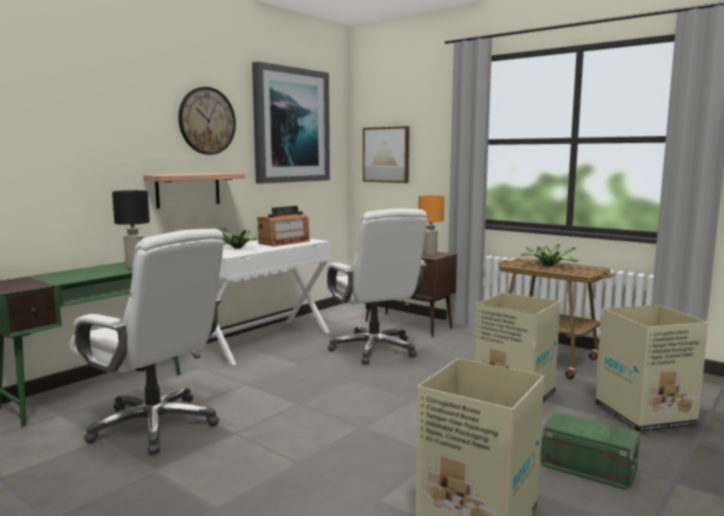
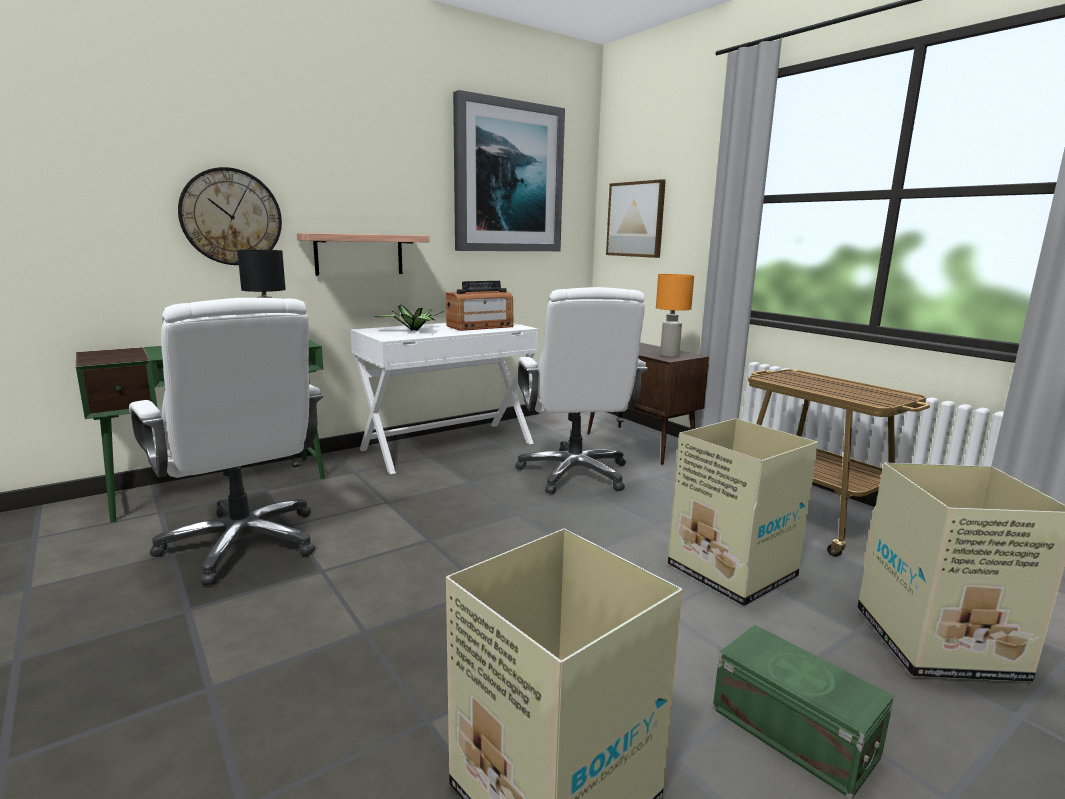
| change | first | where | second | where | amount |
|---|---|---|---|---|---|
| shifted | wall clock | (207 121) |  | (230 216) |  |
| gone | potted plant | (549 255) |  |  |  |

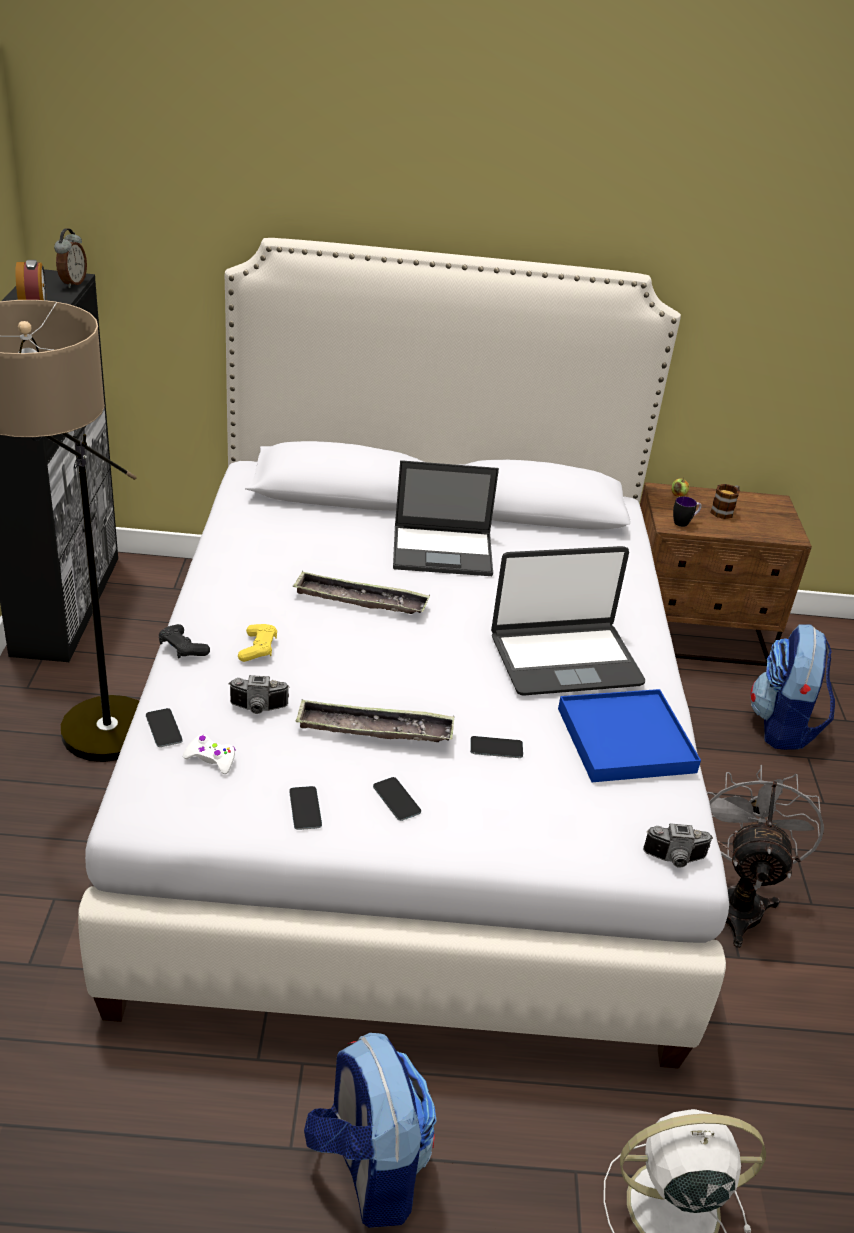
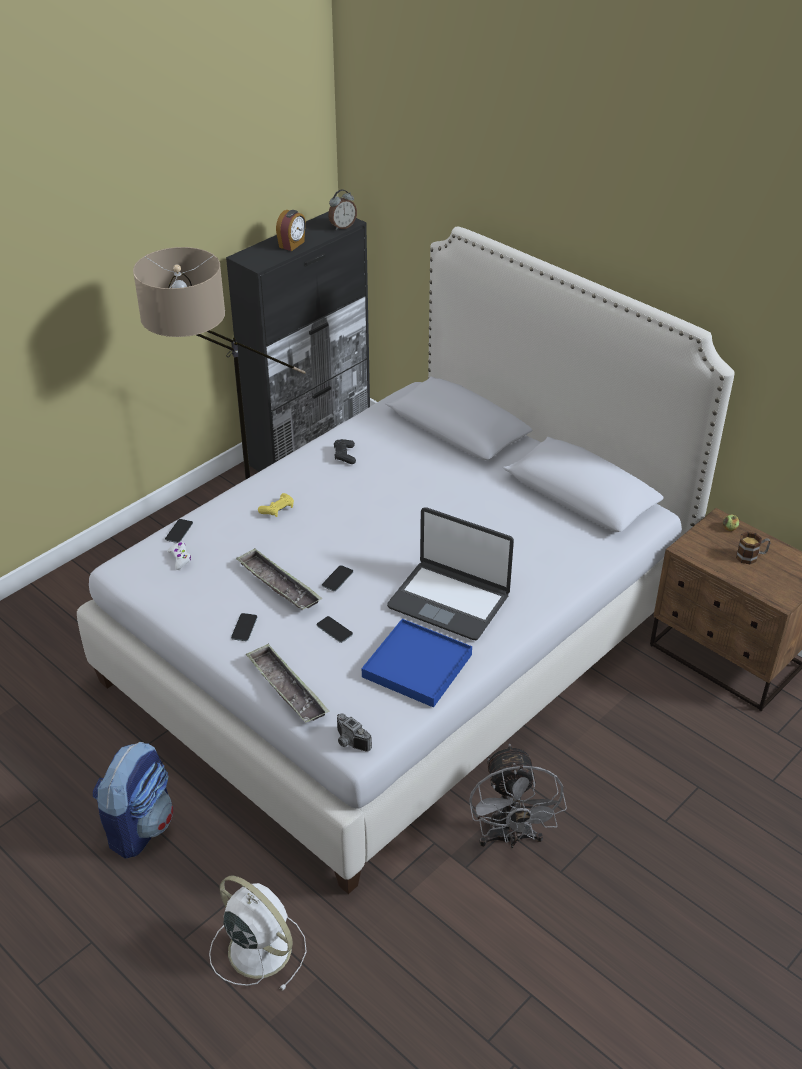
| change | first | where | second | where | amount |
|---|---|---|---|---|---|
| gone | laptop | (446 518) |  |  |  |
| gone | mug | (687 511) |  |  |  |
| shifted | tray | (361 592) |  | (288 683) |  |
| shifted | black game controller | (184 641) |  | (345 451) |  |
| gone | backpack | (792 687) |  |  |  |
| gone | photo camera | (259 694) |  |  |  |
| rotated | grey fan | (765 856) |  | (518 796) | 120 degrees clockwise |
| shifted | phone | (305 808) |  | (337 578) |  |

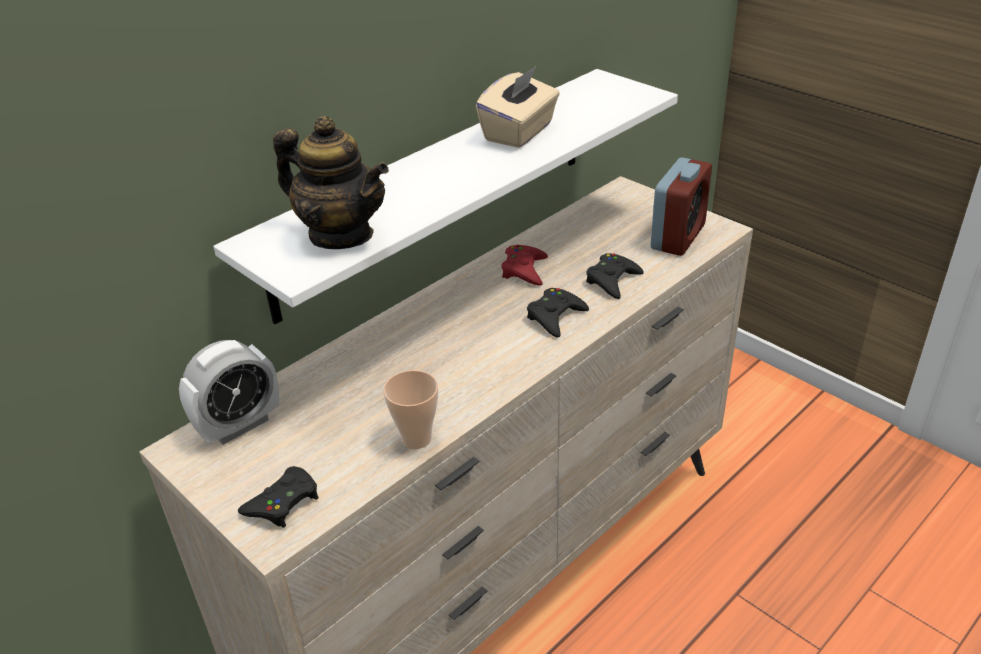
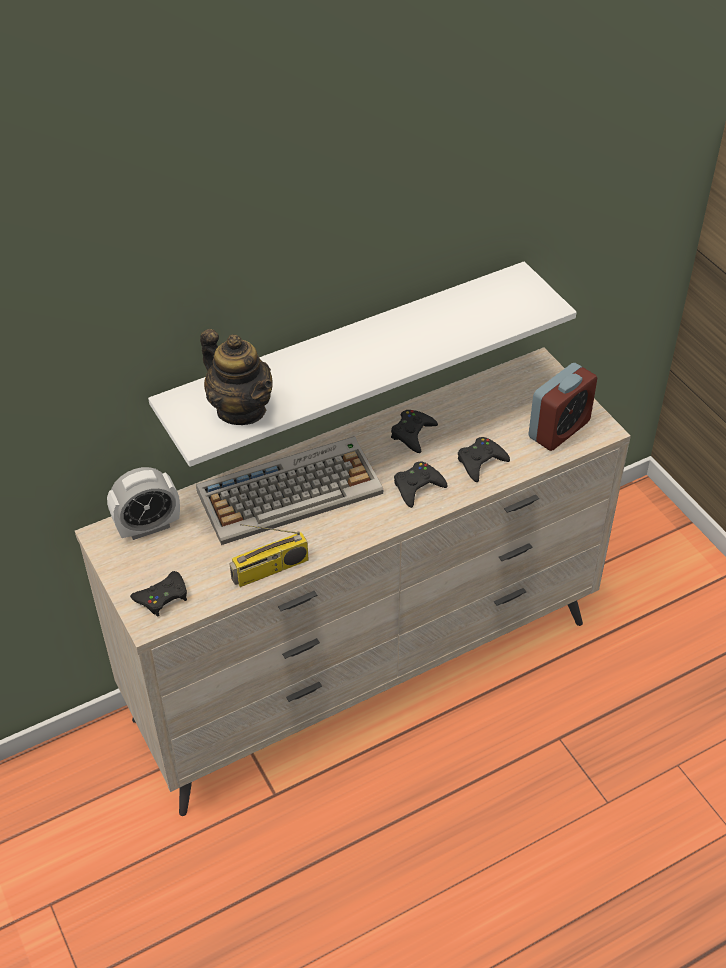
| change | first | where | second | where | amount |
|---|---|---|---|---|---|
| gone | beige tissue box | (518 107) |  |  |  |
| repainted | red game controller | (525 265) | black game controller | (414 431) |  |
| swapped | cup | (410 409) | radio | (269 555) |  |
| new |  |  | keyboard | (289 490) |  |

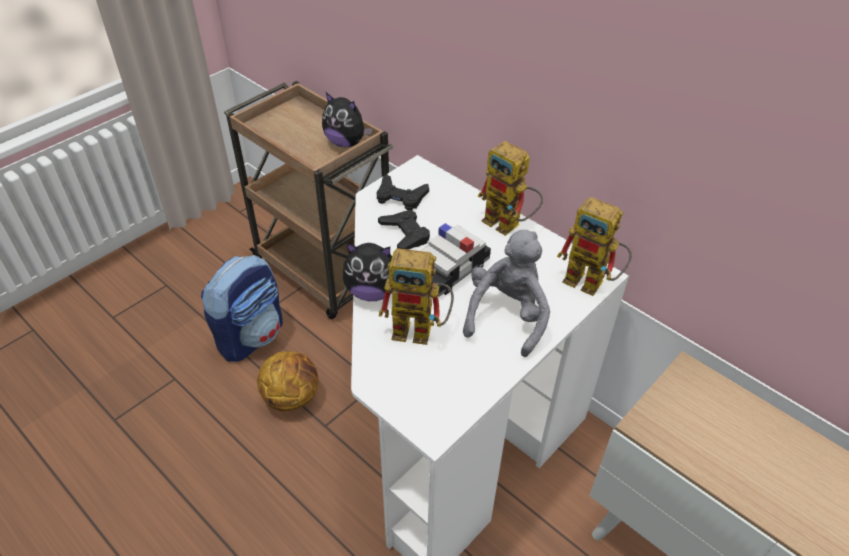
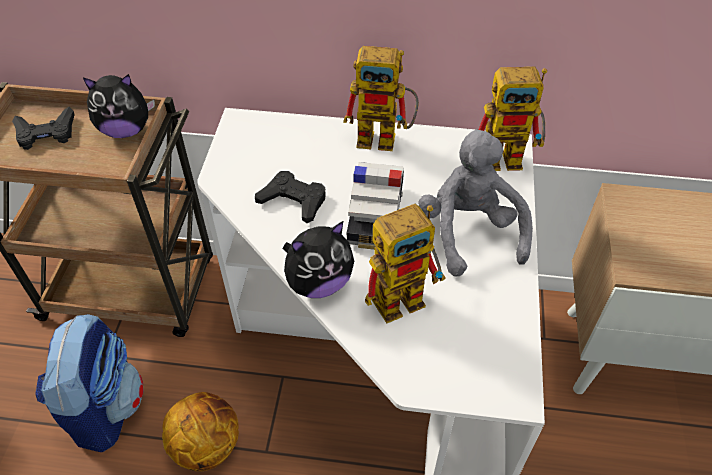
| change | first | where | second | where | amount |
|---|---|---|---|---|---|
| shifted | black game controller | (403 192) |  | (43 128) |  |

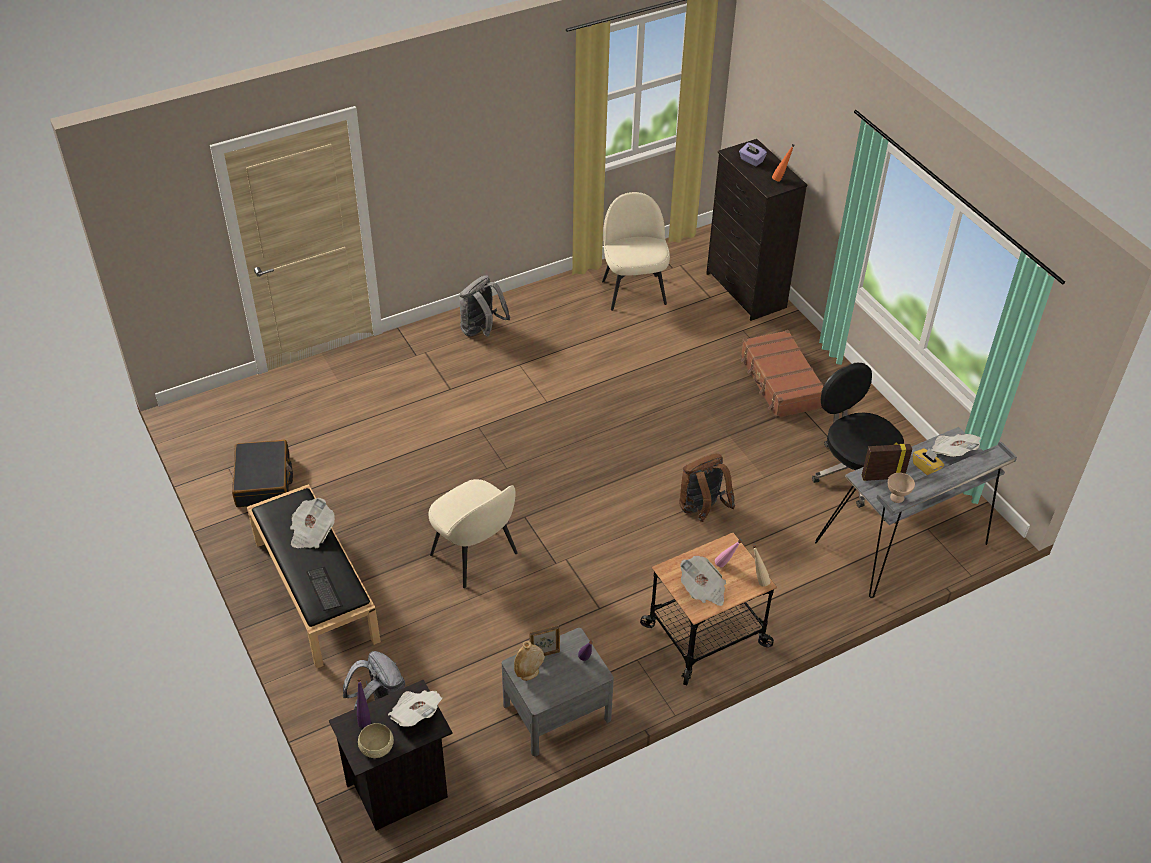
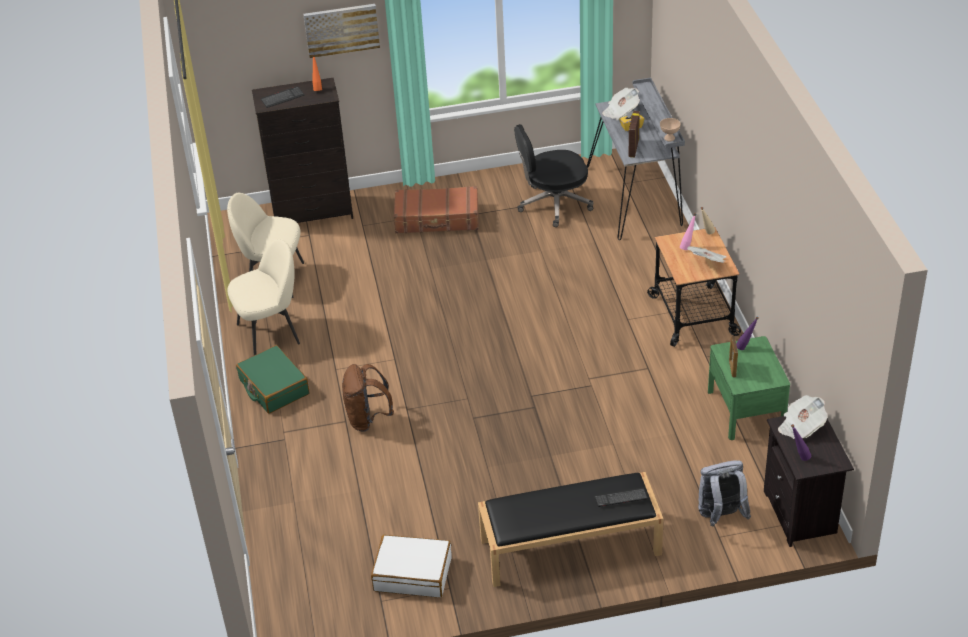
| change | first | where | second | where | amount |
|---|---|---|---|---|---|
| swapped | purple tissue box | (753 154) | keyboard | (282 97) |  |
| swapped | grey backpack | (484 306) | green suitcase | (272 379) |  |
| repainted | black suitcase | (262 473) | white suitcase | (411 566) |  |
| shifted | brown backpack | (707 488) |  | (368 397) |  |
| shifted | beige chair | (473 533) |  | (264 297) |  |
| gone | newspaper | (312 523) |  |  |  |
| repainted | grey nightstand | (558 692) | green nightstand | (749 388) |  |
| gone | beige vase | (529 661) |  |  |  |
| gone | beige bowl | (376 740) |  |  |  |
| new |  |  | picture | (341 31) |  |

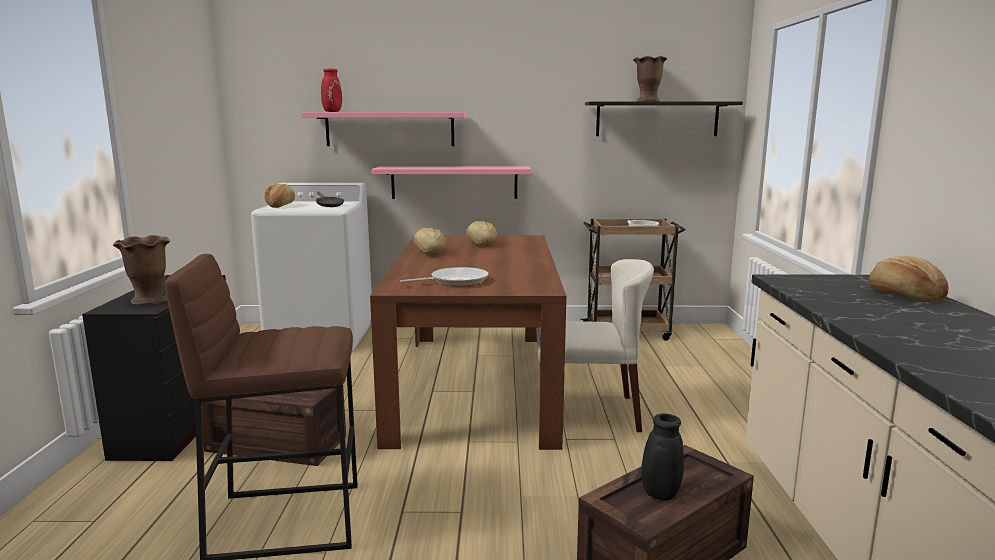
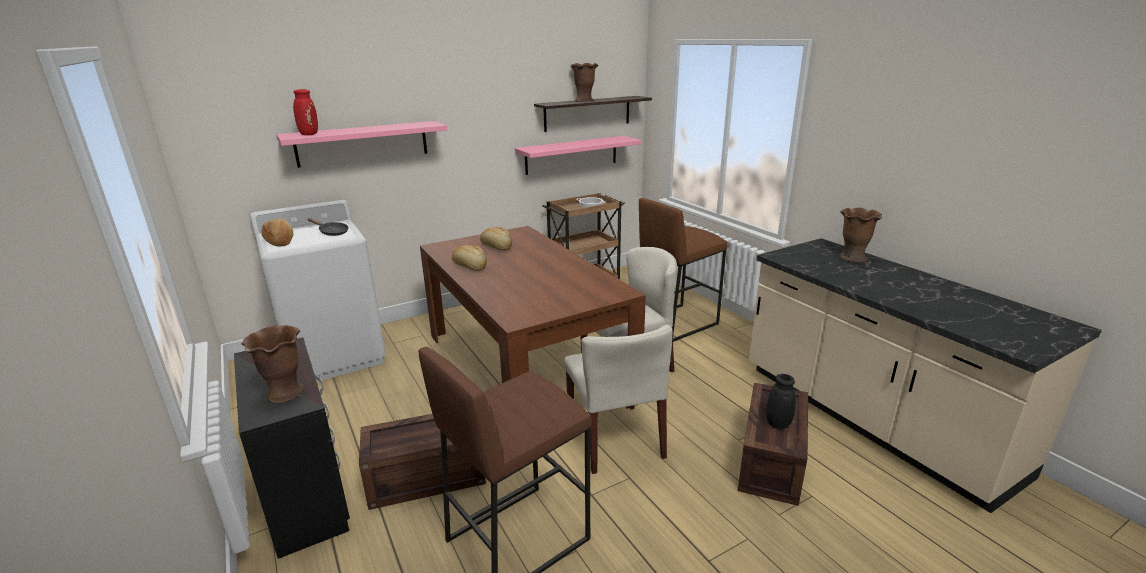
| change | first | where | second | where | amount |
|---|---|---|---|---|---|
| shifted | pink shelf | (451 182) |  | (578 155) |  |
| swapped | bread | (908 279) | brown vase | (860 235) |  |
| gone | frying pan | (444 276) |  |  |  |
| new |  |  | brown stool | (683 270) |  |
| new |  |  | beige chair | (618 399) |  |

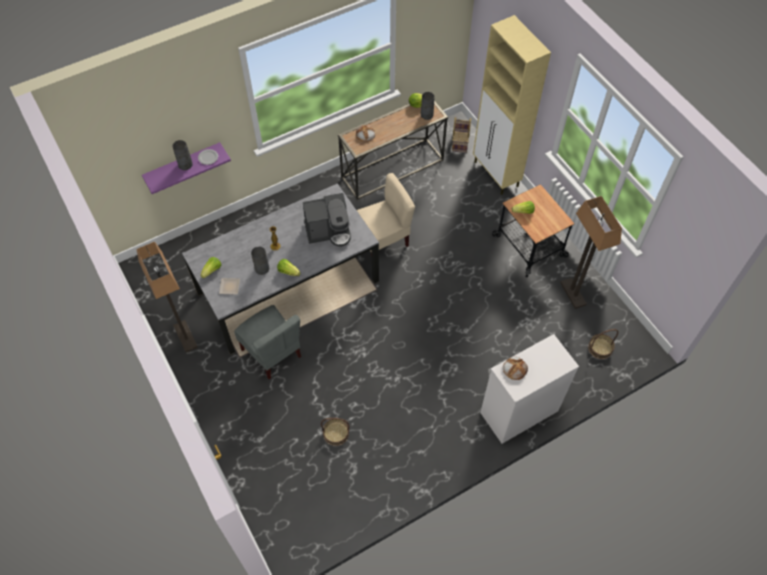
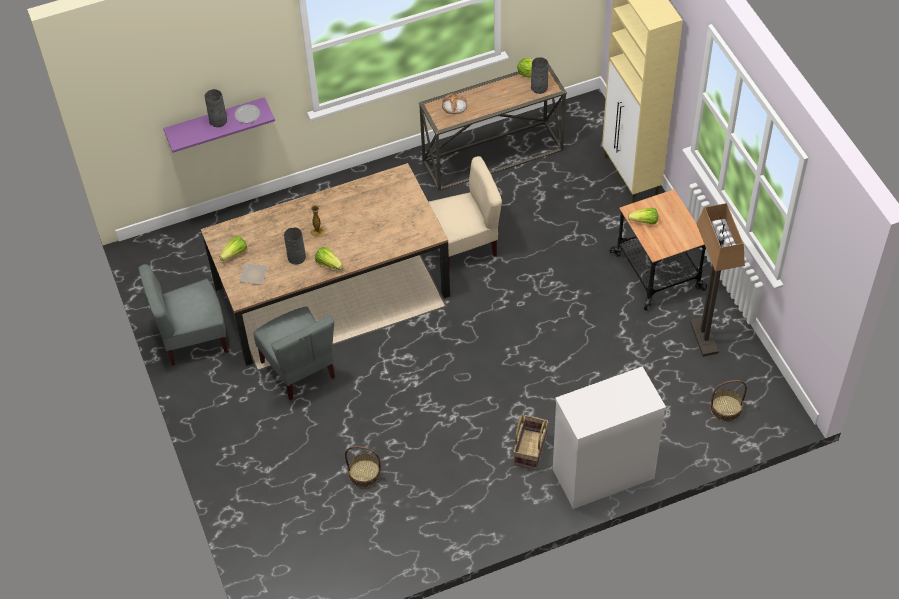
| change | first | where | second | where | amount |
|---|---|---|---|---|---|
| shifted | basket | (461 135) |  | (531 442) |  |
| repainted | grey dining table | (280 269) | brown dining table | (325 264) |  |
| gone | coffee machine | (327 220) |  |  |  |
| swapped | floor lamp | (167 297) | grey chair | (183 315) |  |
| gone | bread | (515 368) |  |  |  |

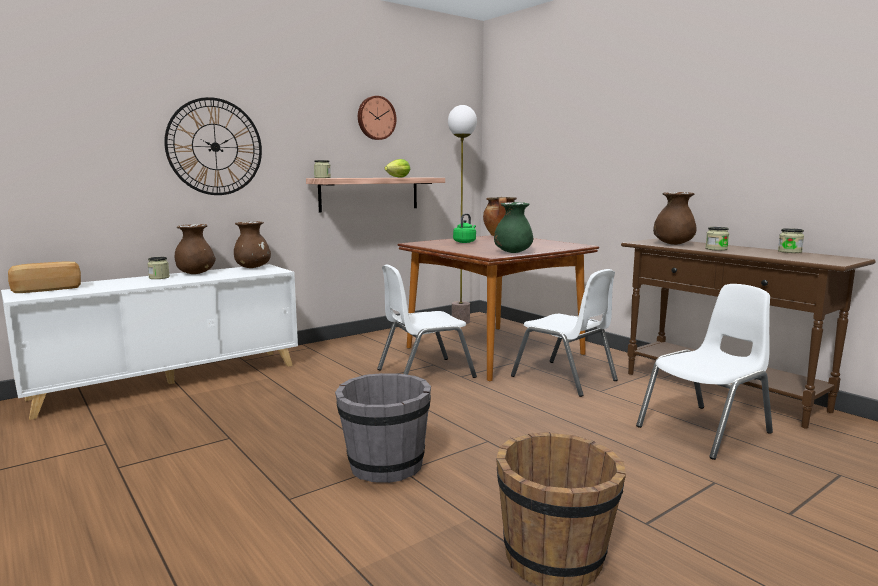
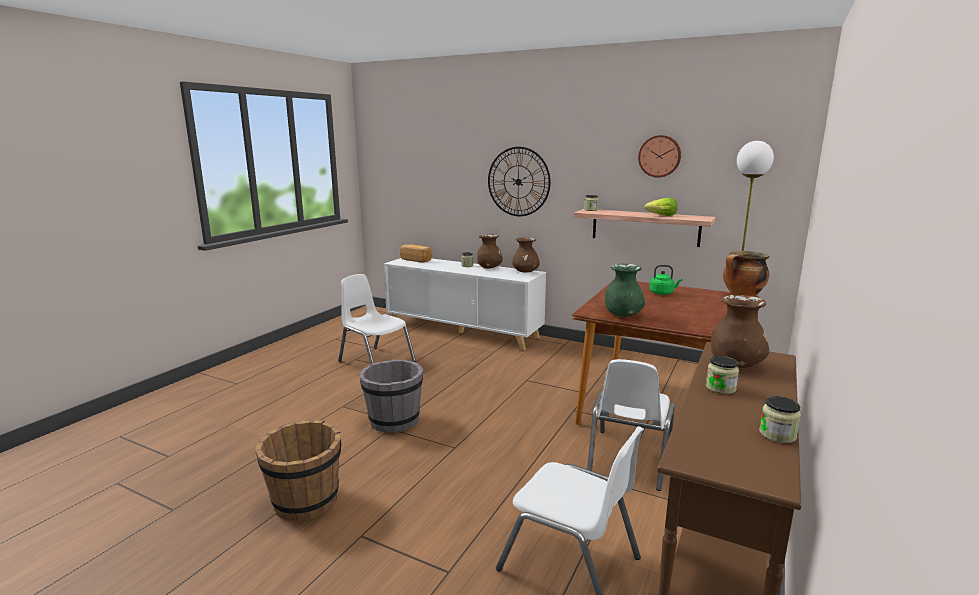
| change | first | where | second | where | amount |
|---|---|---|---|---|---|
| shifted | white chair | (427 321) |  | (377 319) |  |

